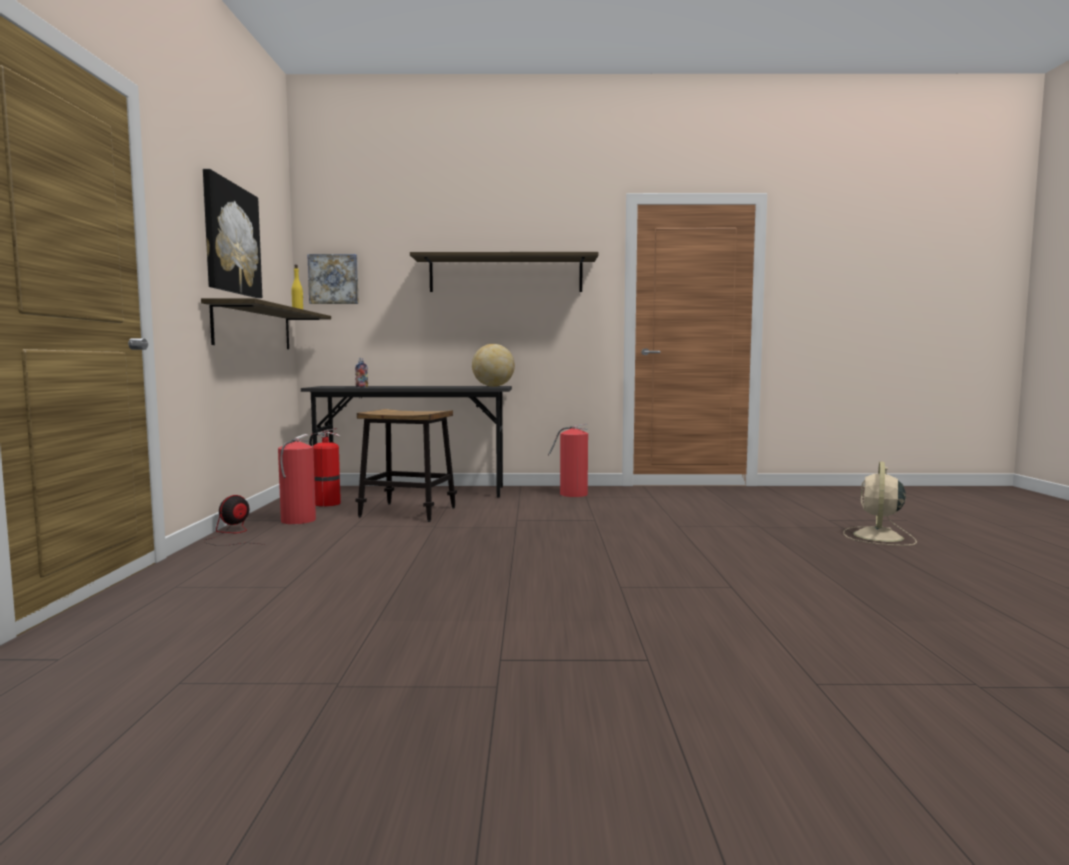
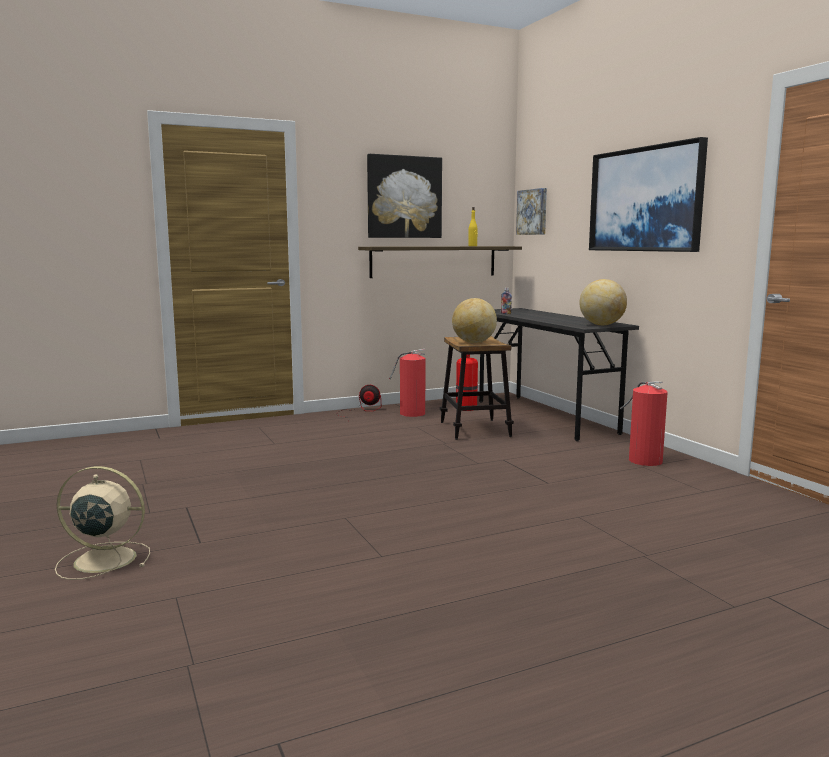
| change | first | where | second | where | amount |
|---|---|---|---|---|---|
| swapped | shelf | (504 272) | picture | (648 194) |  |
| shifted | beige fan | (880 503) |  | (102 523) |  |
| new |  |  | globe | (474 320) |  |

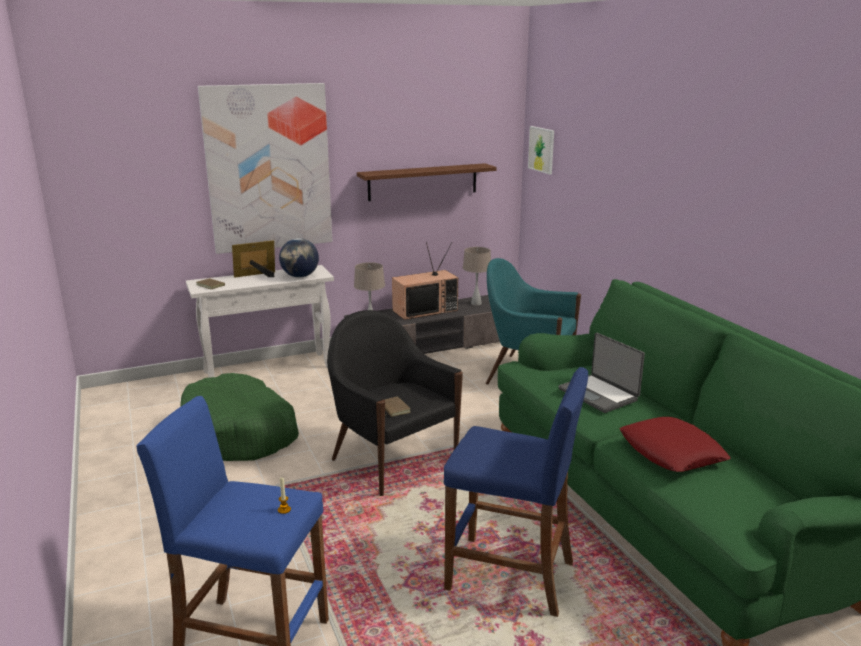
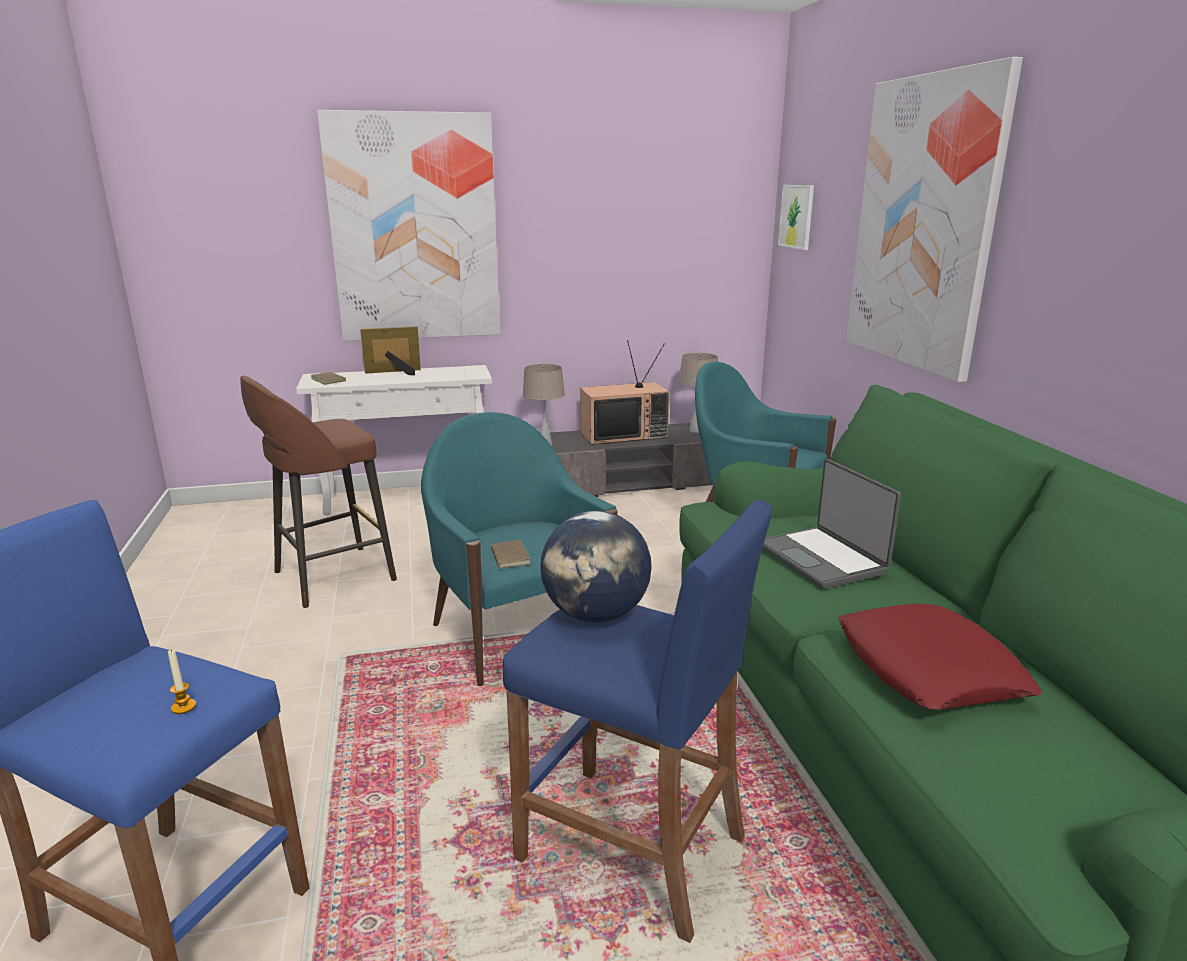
| change | first | where | second | where | amount |
|---|---|---|---|---|---|
| gone | brown shelf | (427 182) |  |  |  |
| shifted | globe | (299 257) |  | (596 567) |  |
| repainted | black armchair | (395 403) | turquoise armchair | (519 549) |  |
| swapped | green dog bed | (239 417) | brown stool | (318 491) |  |
| new |  |  | picture | (934 219) |  |

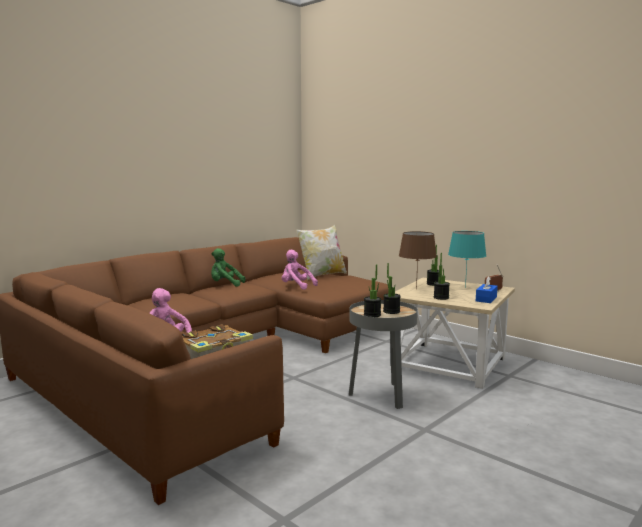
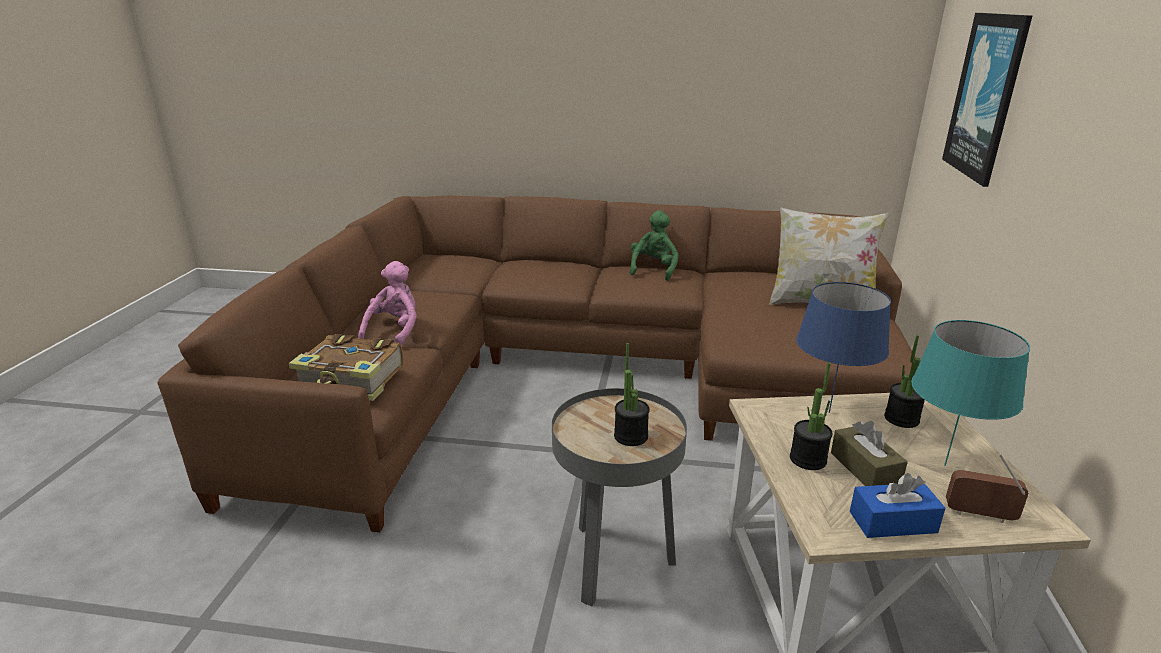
| change | first | where | second | where | amount |
|---|---|---|---|---|---|
| repainted | brown table lamp | (418 260) | blue table lamp | (843 347) |  |
| rotated | green plush toy | (228 267) |  | (654 245) | 45 degrees clockwise |
| gone | pink plush toy | (300 270) |  |  |  |
| gone | potted plant | (372 291) |  |  |  |
| new |  |  | picture | (987 100) |  |
| new |  |  | brown tissue box | (869 453) |  |

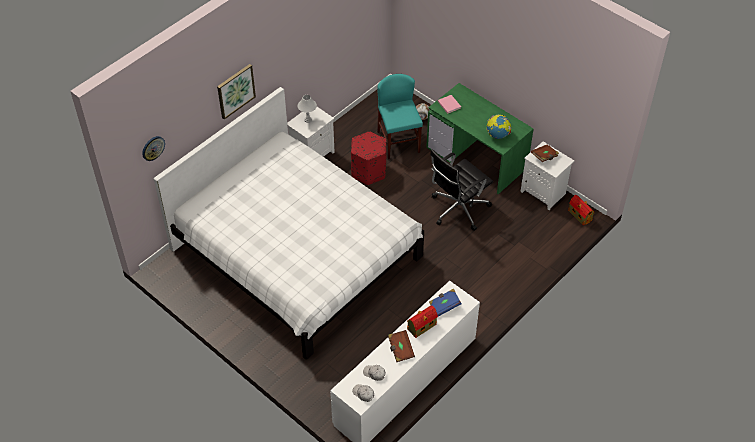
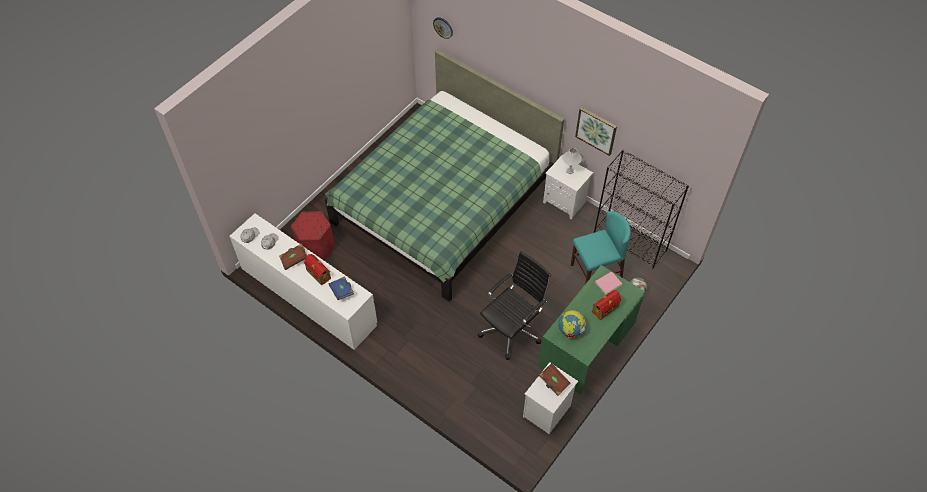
| change | first | where | second | where | amount |
|---|---|---|---|---|---|
| shifted | picture | (236 92) |  | (596 131) |  |
| repainted | white bed | (289 223) | green bed | (444 176) |  |
| shifted | red ottoman | (368 158) |  | (313 235) |  |
| rotated | black office chair | (461 190) |  | (514 305) | 90 degrees clockwise |
| shifted | toy house | (581 210) |  | (606 305) |  |
| new |  |  | black bookcase | (641 209) |  |

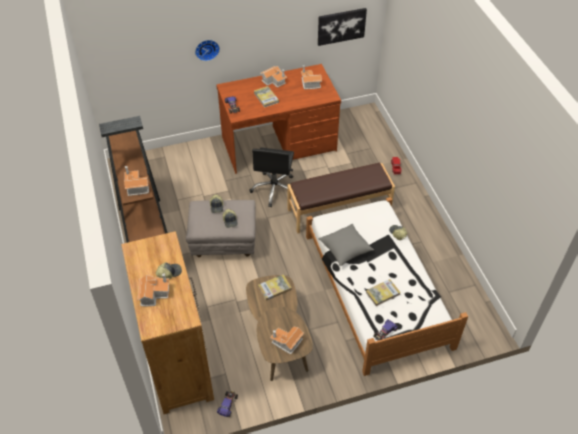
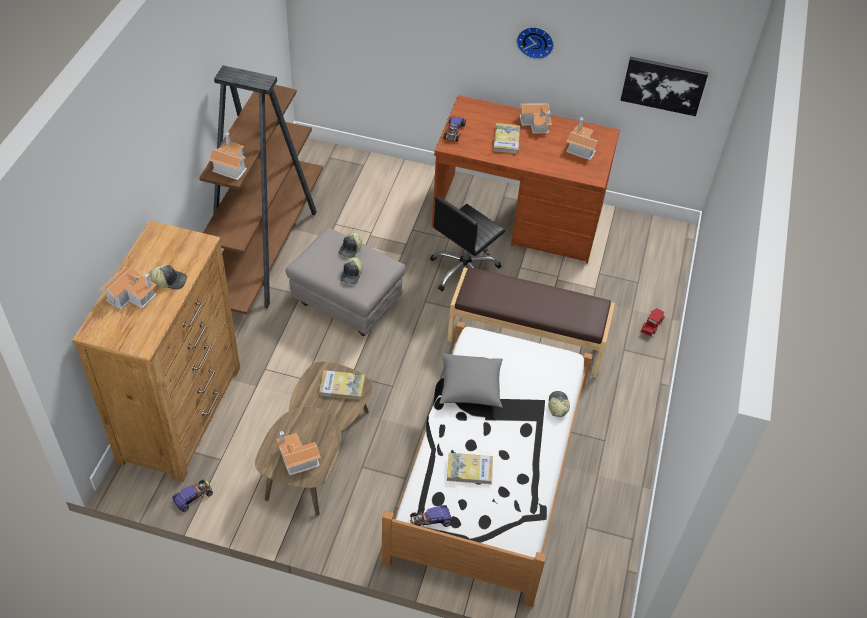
| change | first | where | second | where | amount |
|---|---|---|---|---|---|
| shifted | wall clock | (207 50) |  | (535 43) |  |

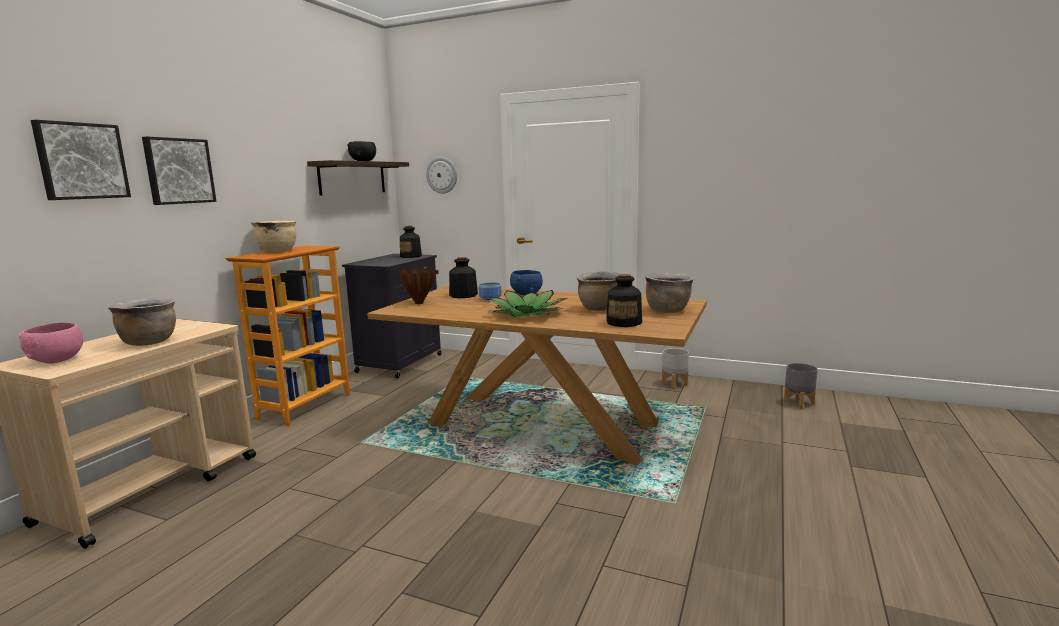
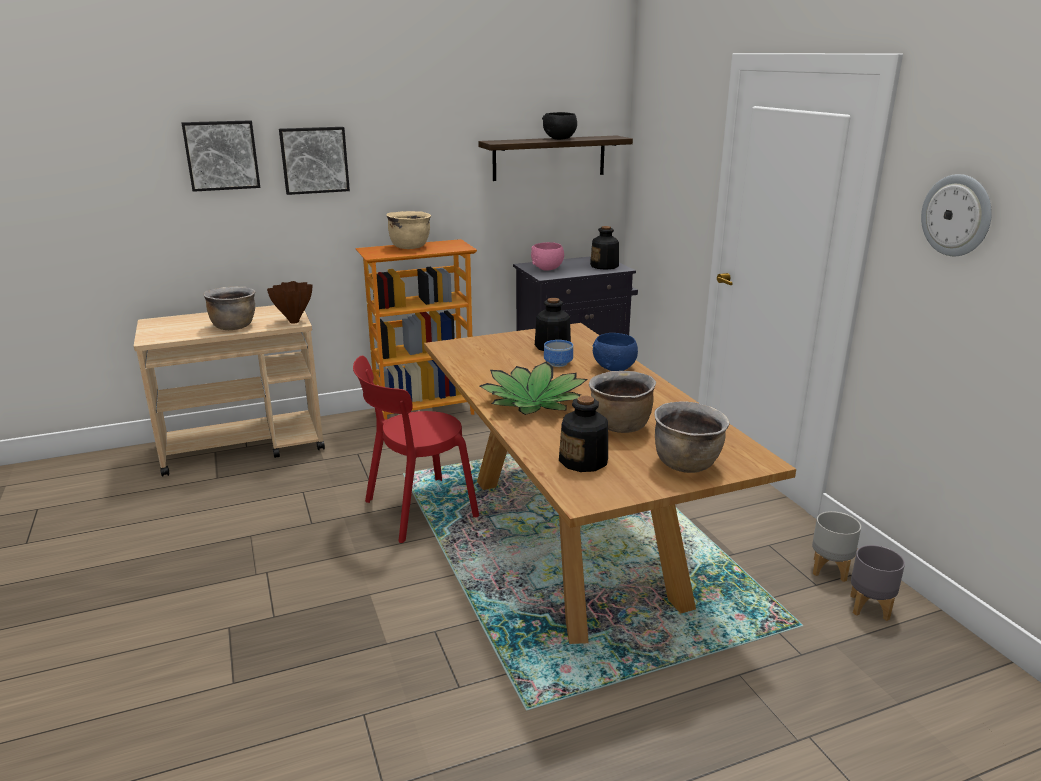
| change | first | where | second | where | amount |
|---|---|---|---|---|---|
| shifted | wall clock | (441 175) |  | (956 215) |  |
| shifted | brown vase | (417 286) |  | (289 302) |  |
| shifted | pink bowl | (51 343) |  | (547 256) |  |
| shifted | grey planter | (801 386) |  | (877 583) |  |
| new |  |  | red chair | (416 449) |  |

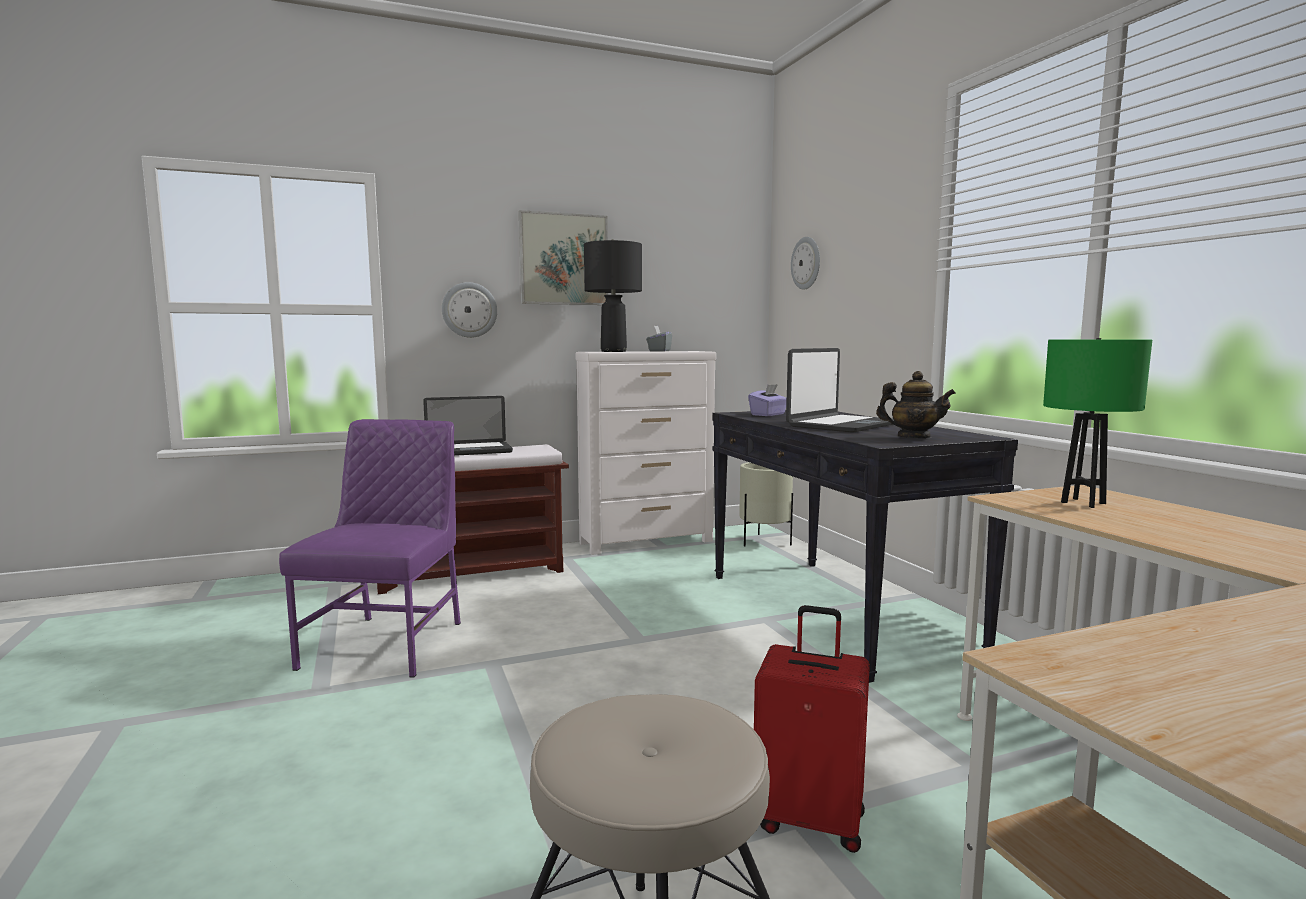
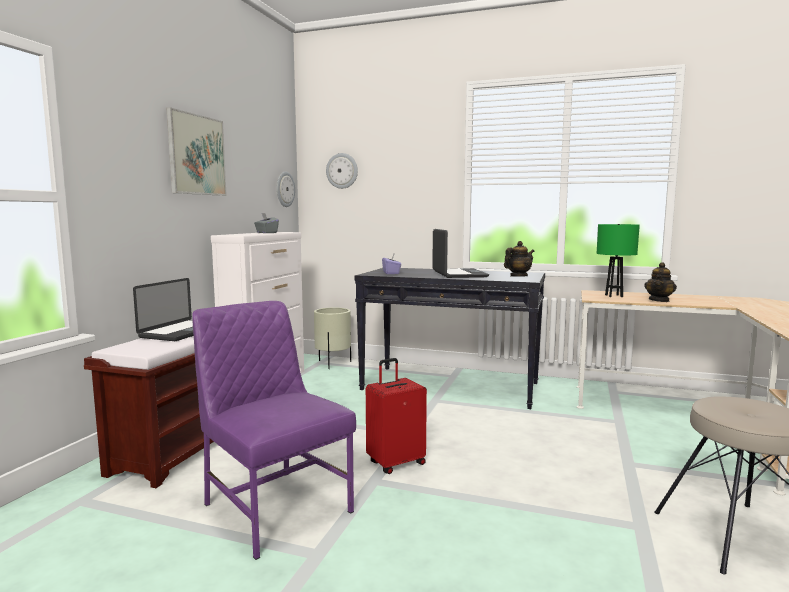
| change | first | where | second | where | amount |
|---|---|---|---|---|---|
| gone | black table lamp | (613 295) |  |  |  |
| shifted | wall clock | (469 310) |  | (286 189) |  |
| shifted | red suitcase | (812 729) |  | (396 416) |  |
| new |  |  | teapot | (660 282) |  |

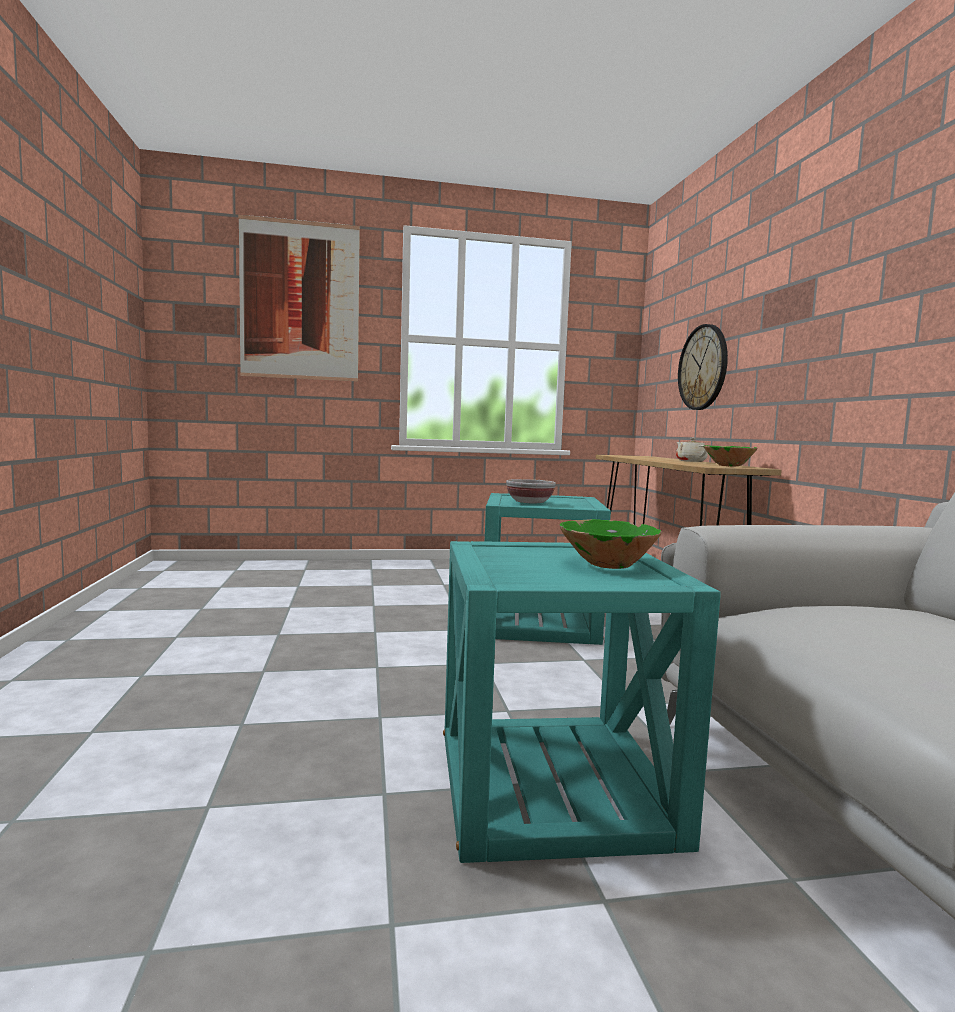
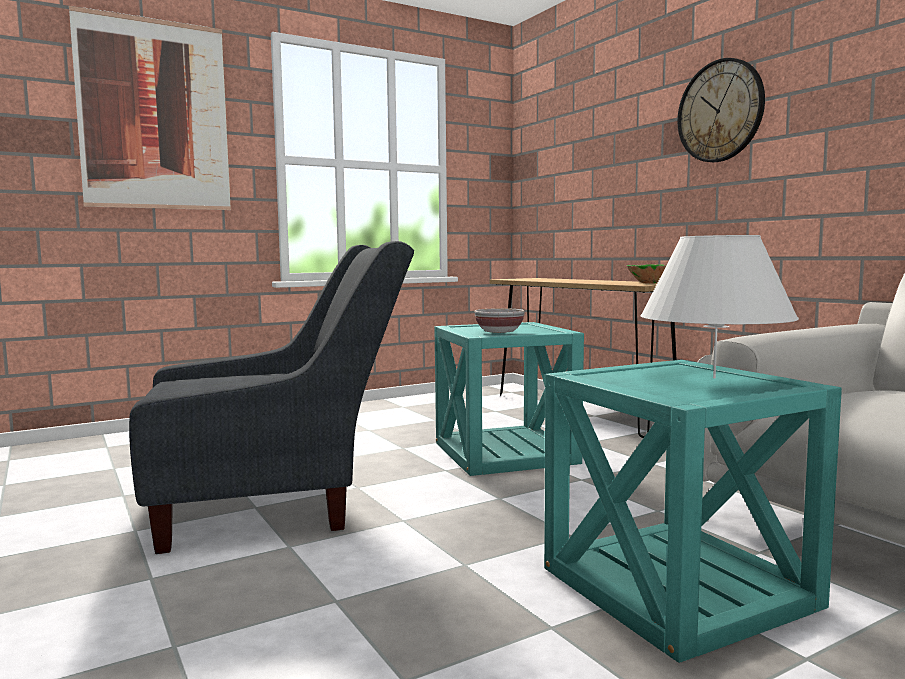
| change | first | where | second | where | amount |
|---|---|---|---|---|---|
| shifted | wall clock | (703 367) |  | (721 110) |  |
| gone | beige teapot | (692 450) |  |  |  |
| swapped | green bowl | (611 544) | white table lamp | (719 306) |  |
| new |  |  | grey armchair | (271 397) |  |

